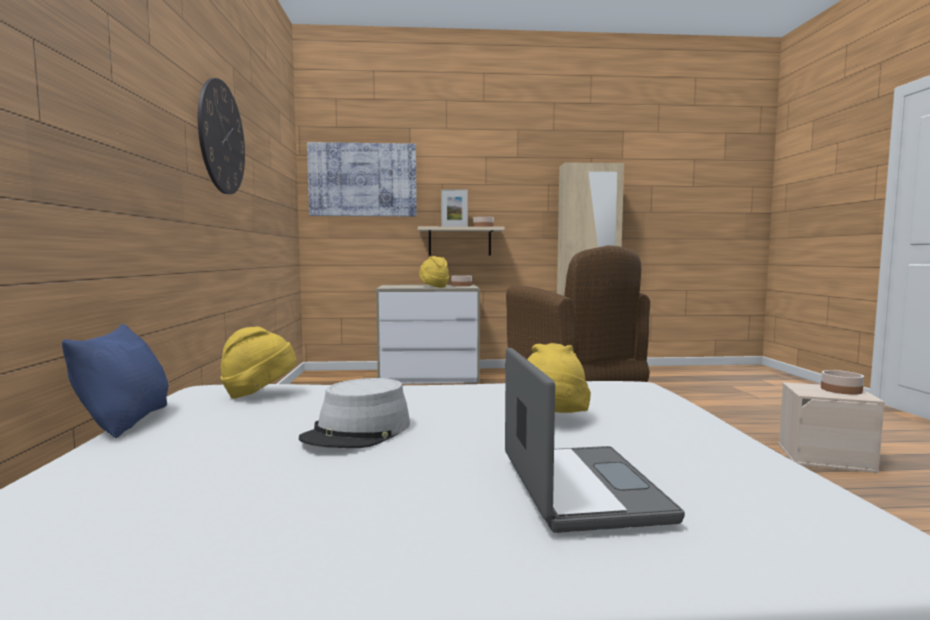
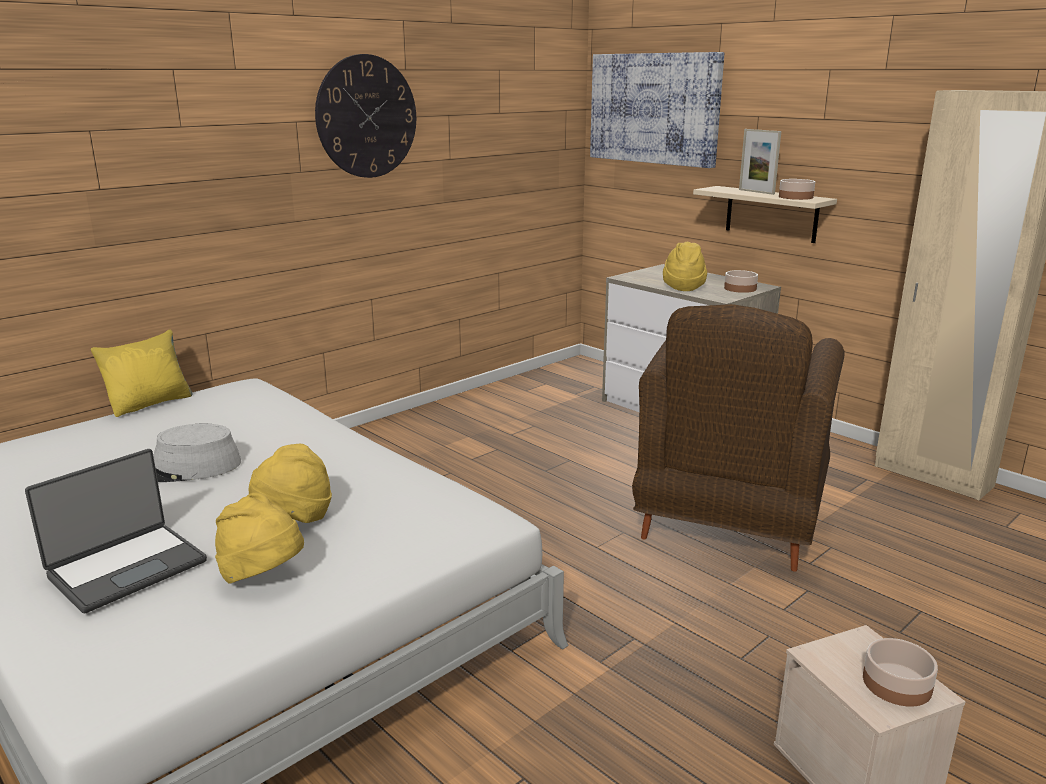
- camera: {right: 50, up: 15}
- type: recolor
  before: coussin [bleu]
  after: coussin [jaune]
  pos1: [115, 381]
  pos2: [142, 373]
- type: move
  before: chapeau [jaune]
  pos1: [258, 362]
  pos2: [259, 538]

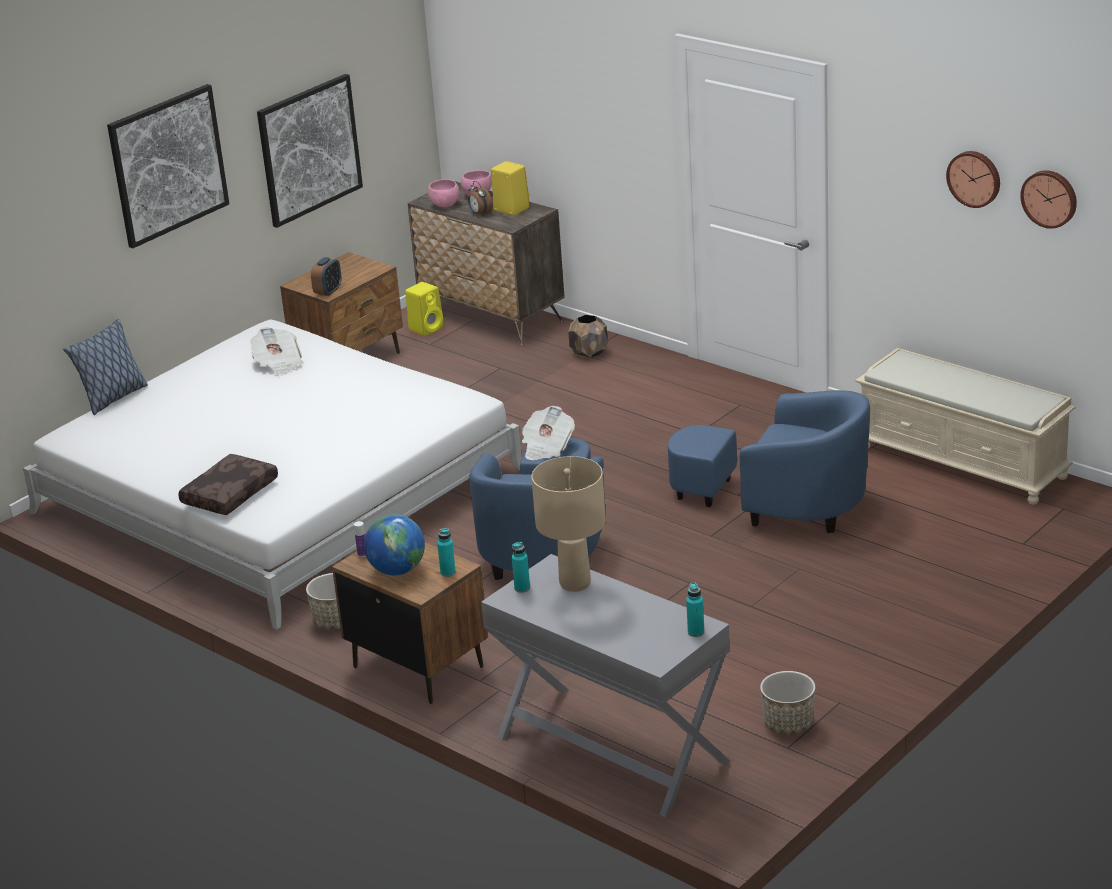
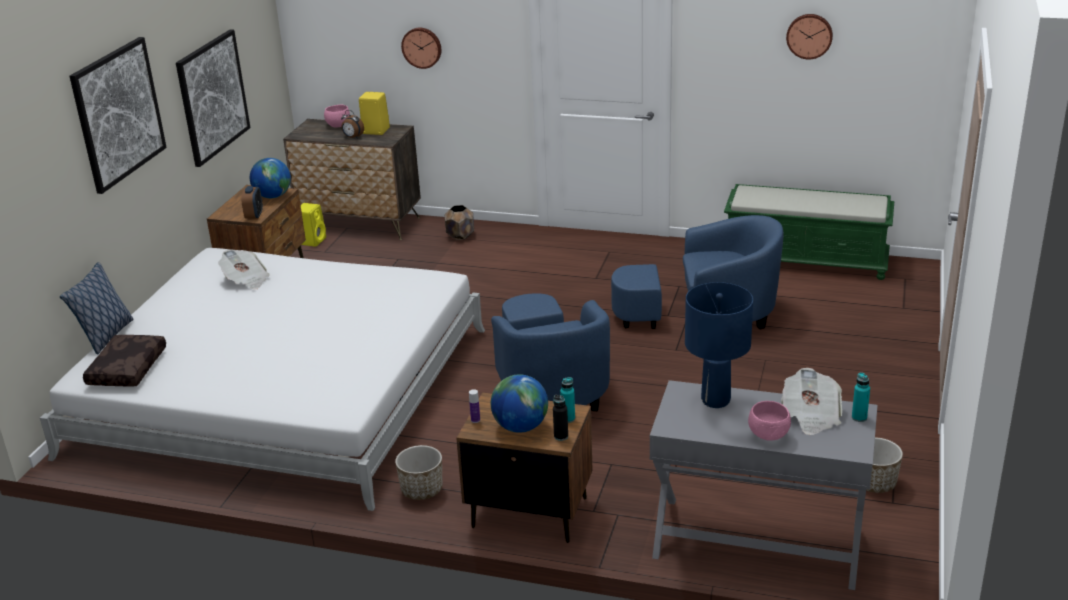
- camera: {right: -25, up: 0}
- type: move
  before: coussin [marron]
  pos1: [228, 484]
  pos2: [124, 361]
- type: move
  before: bol [rose]
  pos1: [443, 193]
  pos2: [769, 421]
- type: delete
  before: bouteille [turquoise]
  pos1: [521, 567]
- type: move
  before: journal
  pos1: [548, 433]
  pos2: [811, 401]
- type: recolor
  before: lampe de table [beige]
  after: lampe de table [bleu]
  pos1: [568, 524]
  pos2: [719, 345]
- type: recolor
  before: banc [beige]
  after: banc [vert]
  pos1: [965, 426]
  pos2: [809, 232]
- type: move
  before: horloge murale
  pos1: [1048, 199]
  pos2: [421, 48]
- type: insert
  after: globe
  pos2: [270, 178]
- type: insert
  after: bouteille [noir]
  pos2: [560, 418]

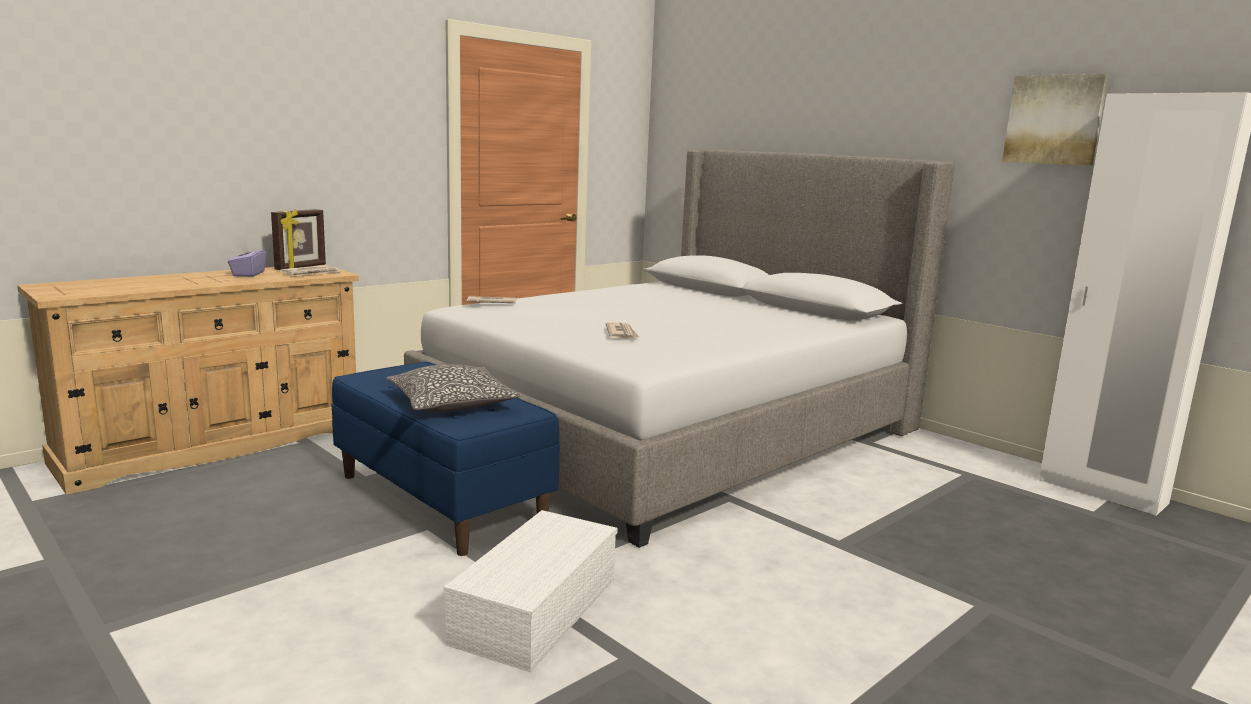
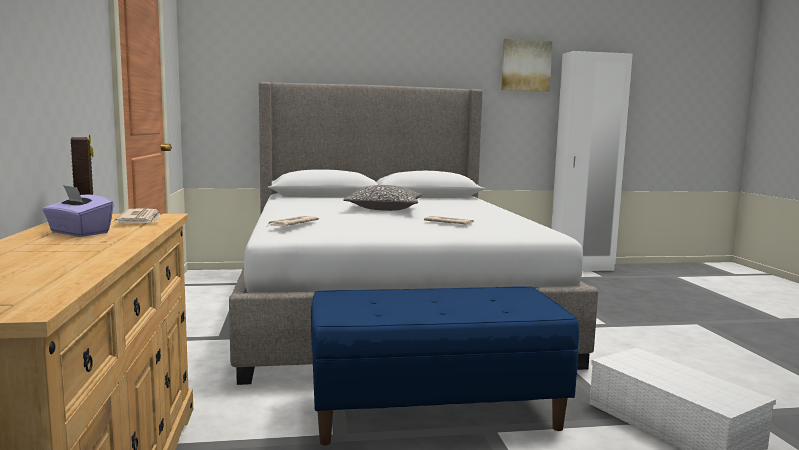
- camera: {right: -55, up: -5}
- type: move
  before: coussin
  pos1: [453, 389]
  pos2: [382, 198]

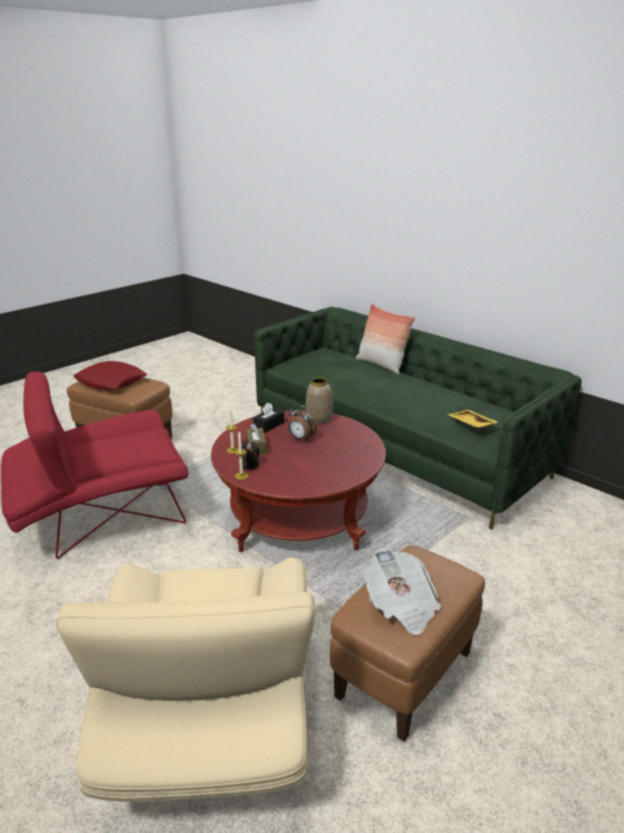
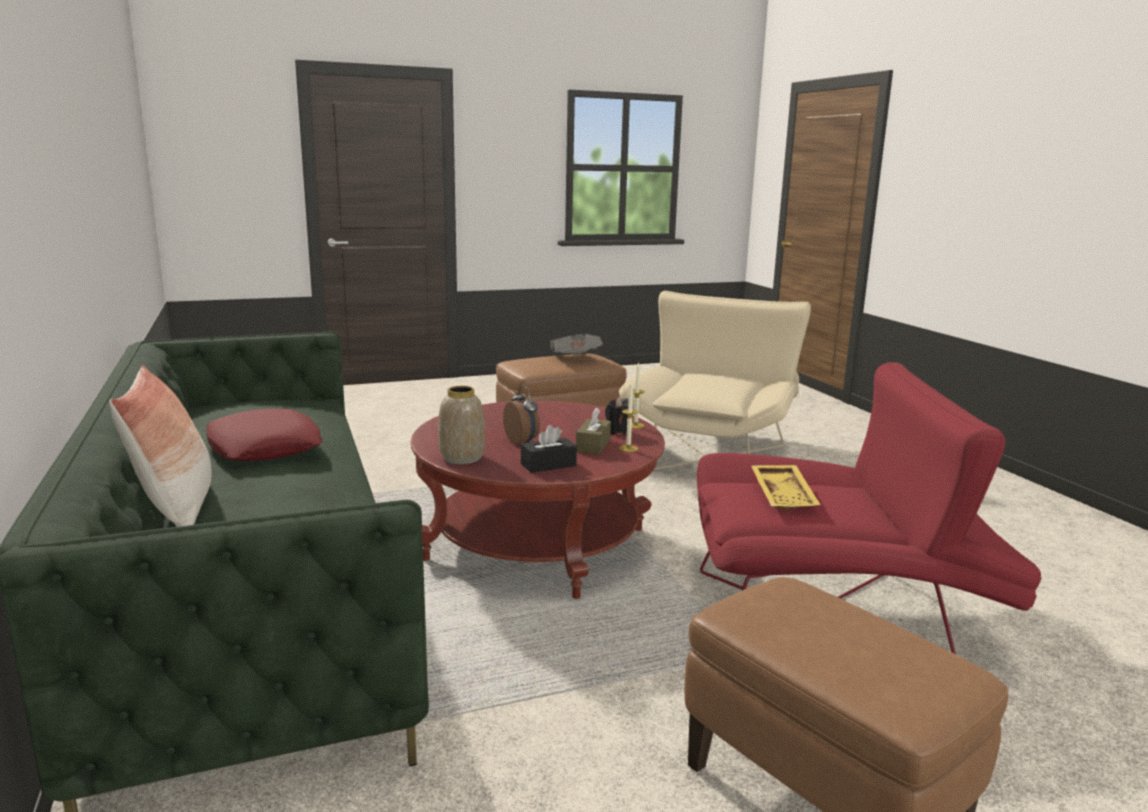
- camera: {right: -155, up: -10}
- type: move
  before: coussin [rouge]
  pos1: [110, 375]
  pos2: [264, 435]
- type: move
  before: plateau [jaune]
  pos1: [473, 419]
  pos2: [786, 488]

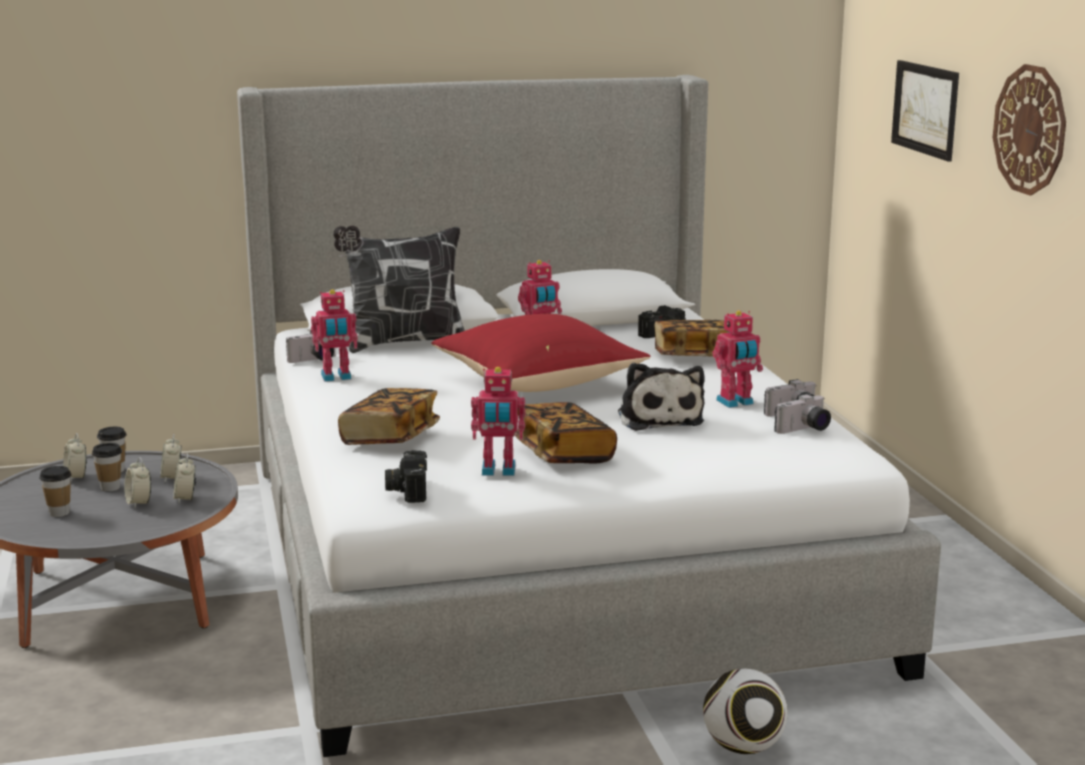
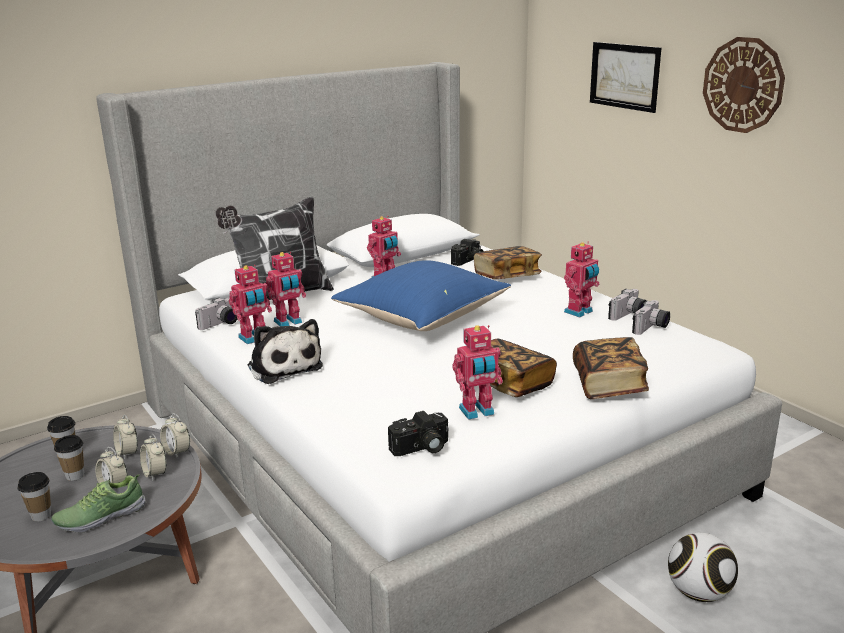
- camera: {right: -20, up: 5}
- type: move
  before: réveil
  pos1: [75, 457]
  pos2: [175, 436]
- type: move
  before: livre
  pos1: [389, 416]
  pos2: [611, 368]
- type: rotate
  before: appareil photo
  pos1: [406, 476]
  pos2: [418, 433]
  turn: -90
- type: recolor
  before: coussin [rouge]
  after: coussin [bleu]
  pos1: [541, 353]
  pos2: [421, 295]
- type: move
  before: peluche
  pos1: [661, 397]
  pos2: [285, 351]
- type: insert
  after: chaussure
  pos2: [98, 503]
- type: insert
  after: robot jouet
  pos2: [286, 289]

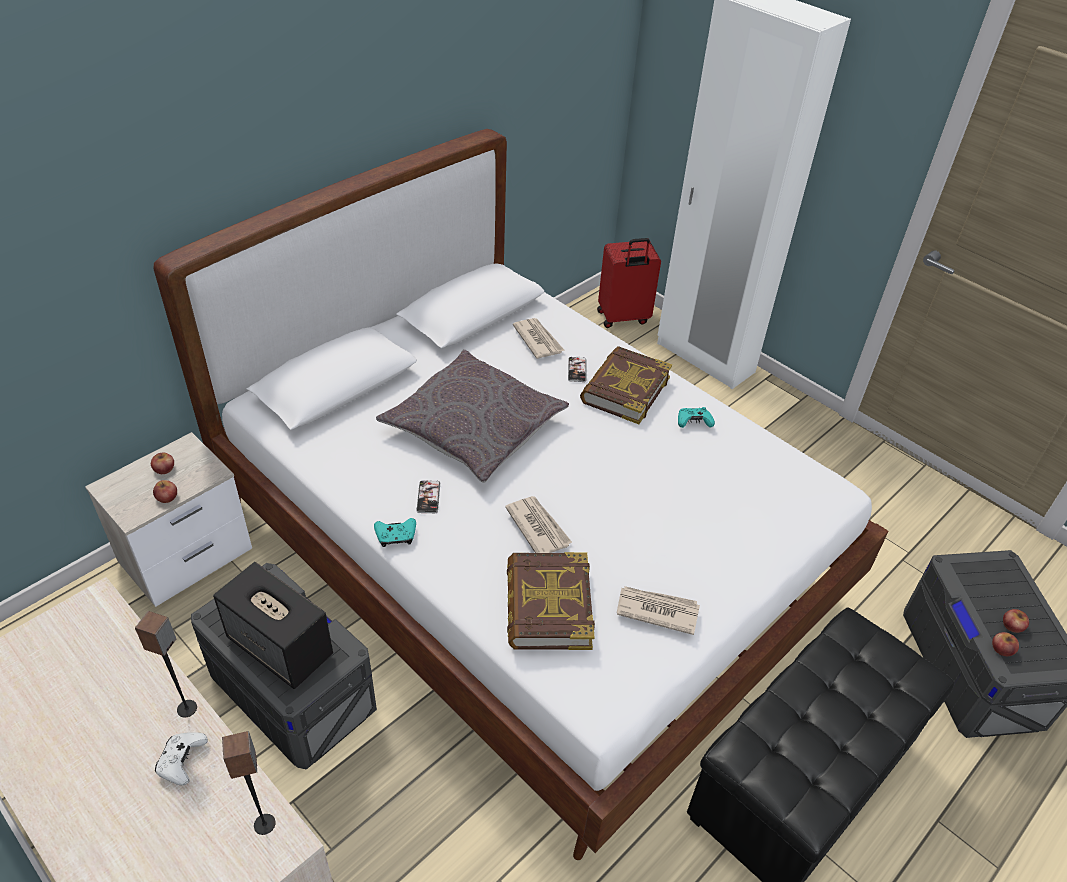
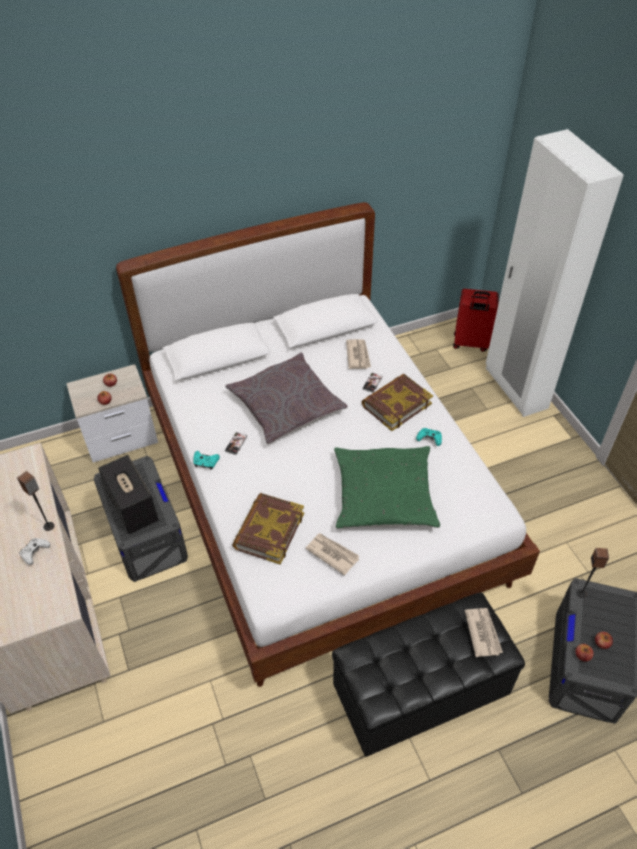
- camera: {right: 25, up: 5}
- type: move
  before: enceinte
  pos1: [249, 783]
  pos2: [592, 573]
- type: move
  before: journal
  pos1: [538, 524]
  pos2: [484, 632]
- type: insert
  after: coussin [vert]
  pos2: [387, 487]

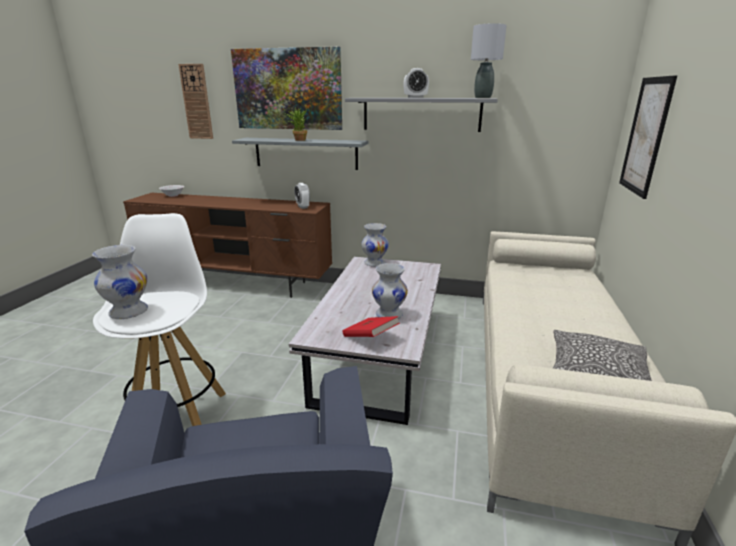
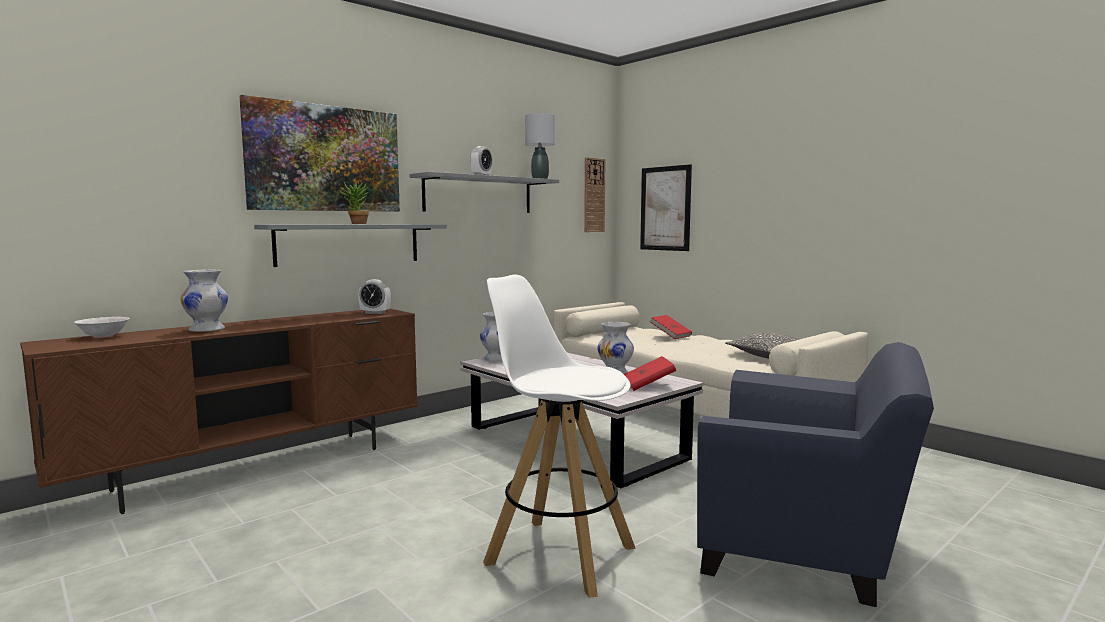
- camera: {right: -55, up: -15}
- type: move
  before: vase [blanc]
  pos1: [120, 282]
  pos2: [204, 300]
- type: move
  before: horloge murale
  pos1: [195, 101]
  pos2: [595, 194]
- type: insert
  after: livre [rouge]
  pos2: [671, 327]

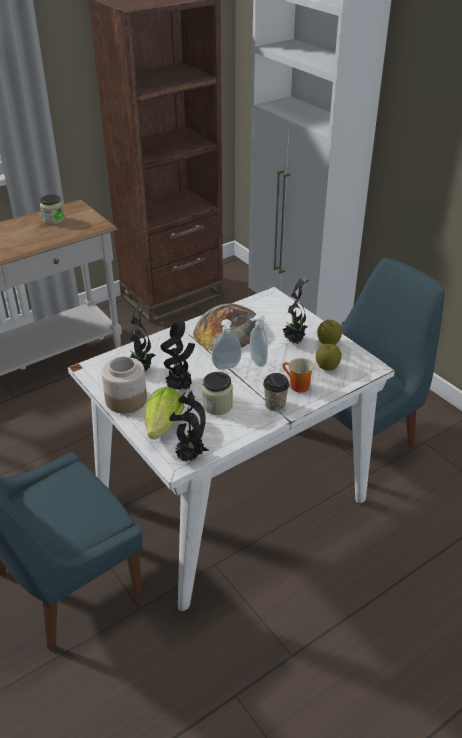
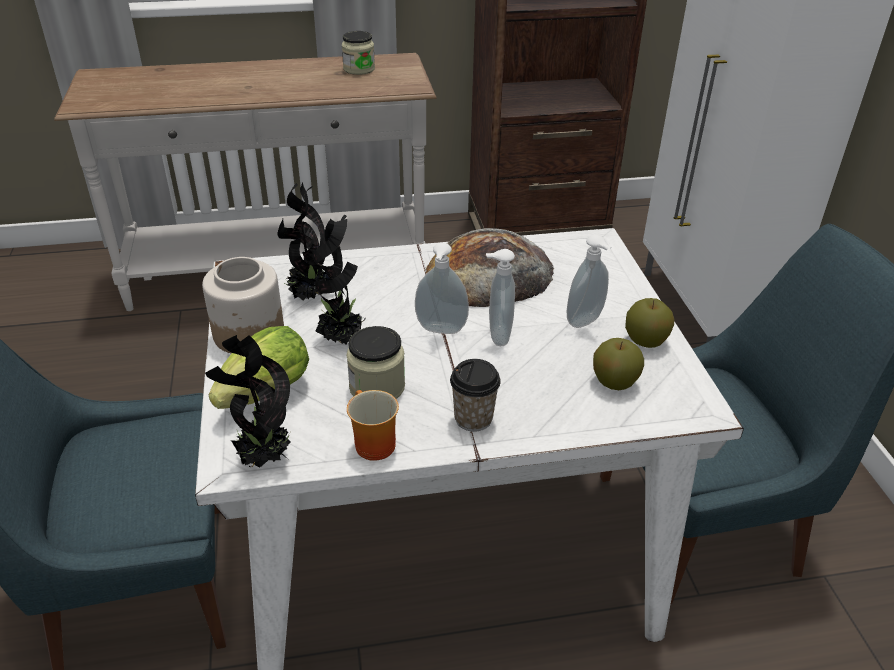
- camera: {right: 25, up: 0}
- type: replace
  before: plante en pot
  after: distributeur de savon
  pos1: [296, 311]
  pos2: [589, 281]
- type: move
  before: mug
  pos1: [298, 375]
  pos2: [373, 425]

